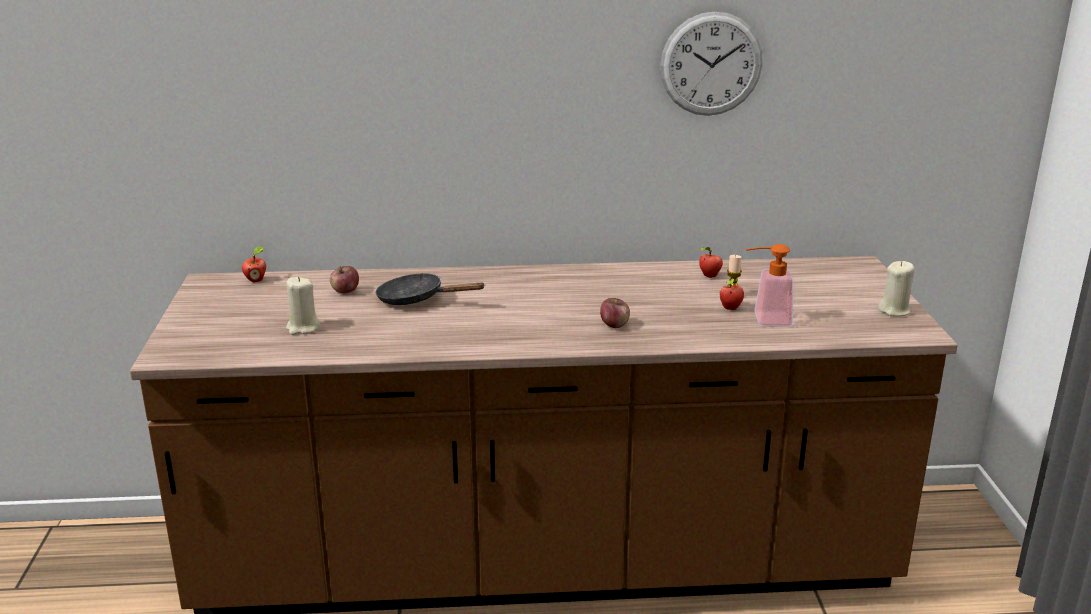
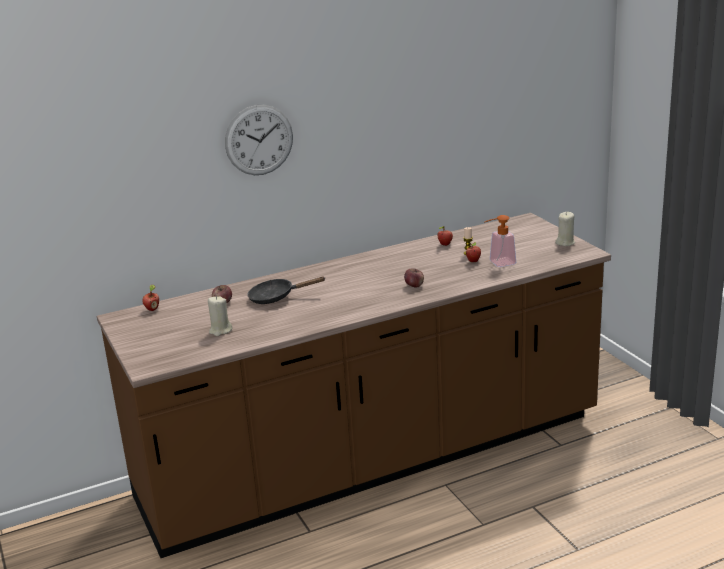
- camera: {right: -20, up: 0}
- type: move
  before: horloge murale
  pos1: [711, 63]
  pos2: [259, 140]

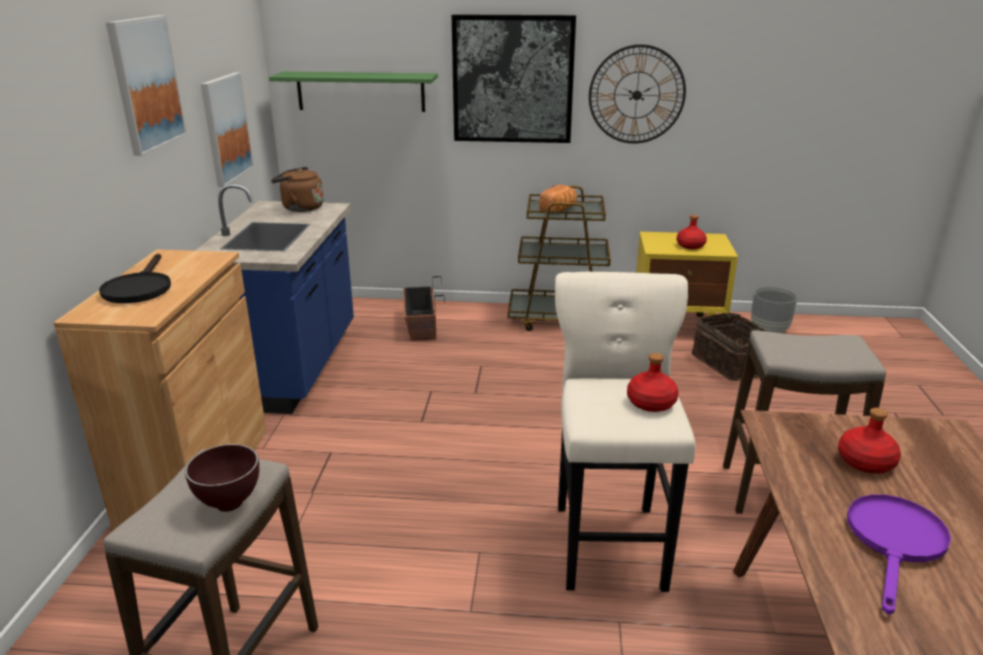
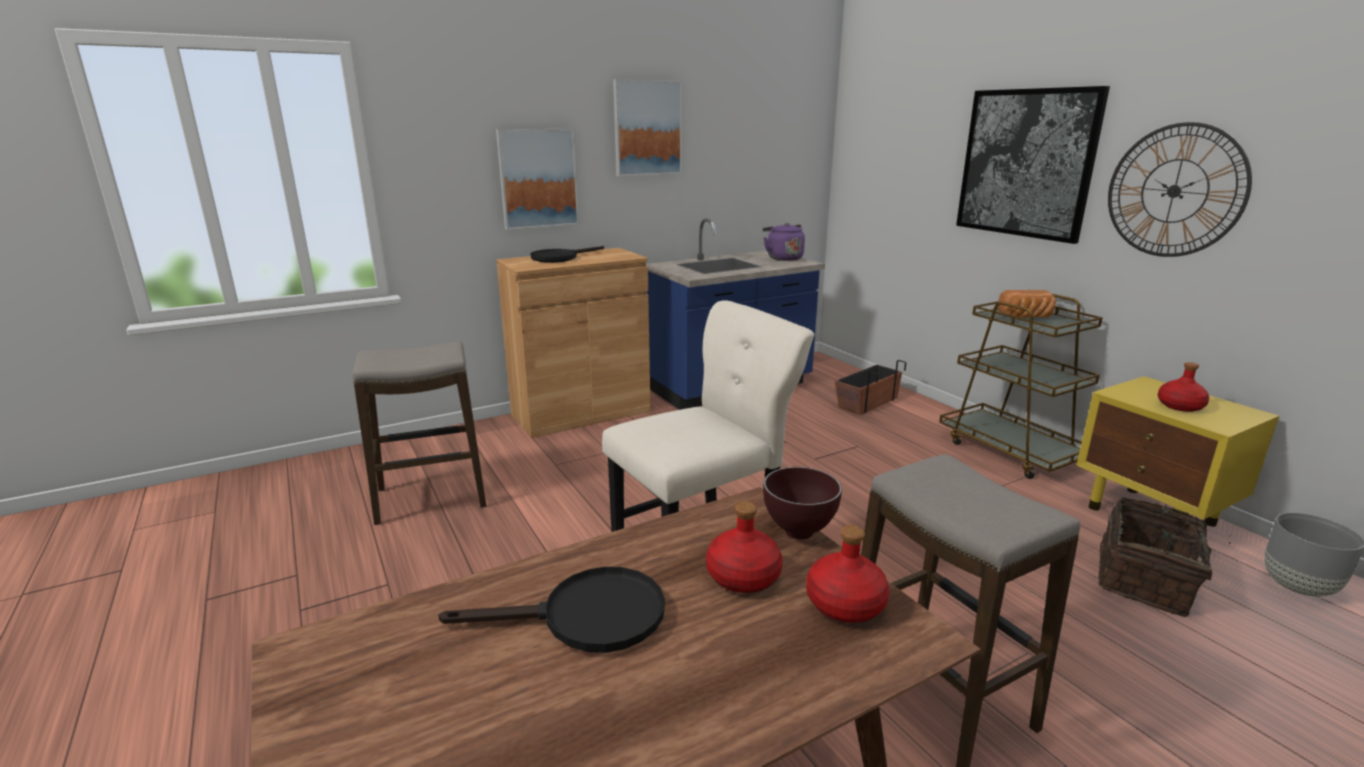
- camera: {right: 55, up: -5}
- type: move
  before: bol [marron]
  pos1: [222, 478]
  pos2: [802, 503]
- type: move
  before: tableau
  pos1: [227, 129]
  pos2: [537, 179]
- type: delete
  before: étagère [vert]
  pos1: [353, 92]
- type: recolor
  before: bouilloire [marron]
  after: bouilloire [violet]
  pos1: [297, 189]
  pos2: [784, 242]
- type: move
  before: bouteille [rouge]
  pos1: [652, 382]
  pos2: [847, 574]
- type: recolor
  before: poêle [violet]
  after: poêle [noir]
  pos1: [899, 554]
  pos2: [551, 610]

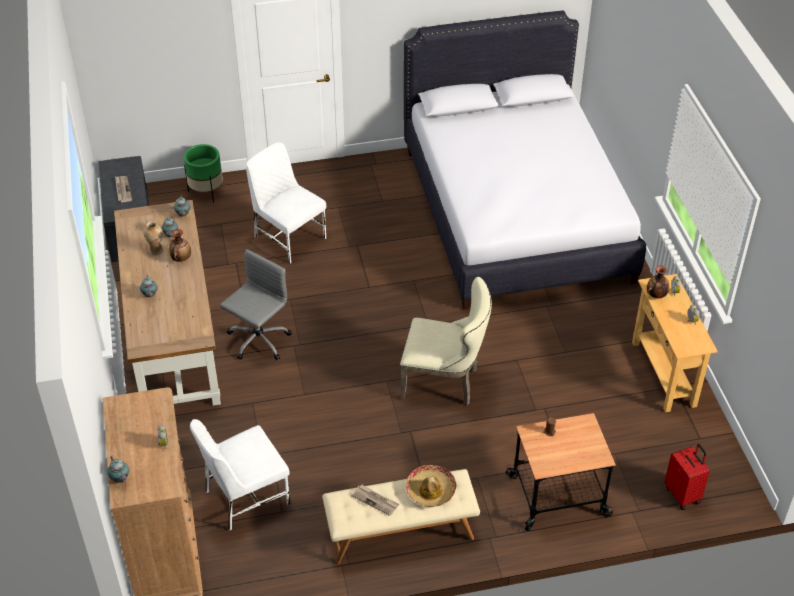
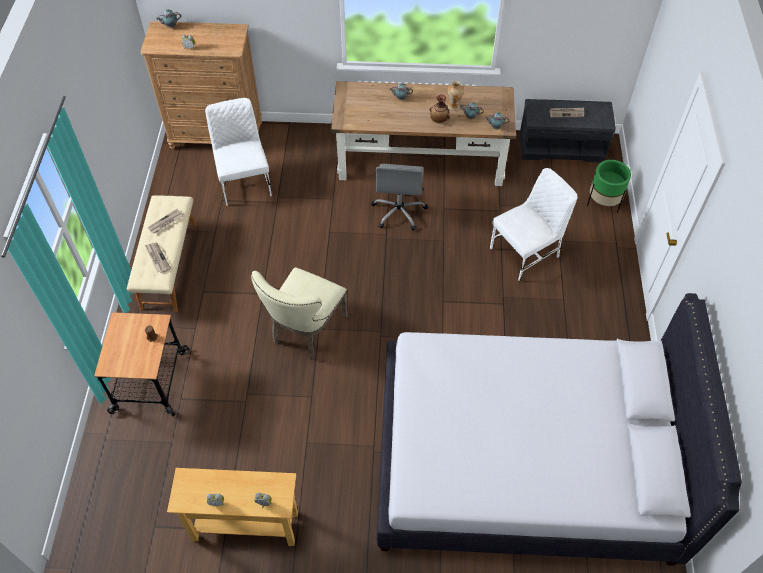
- camera: {right: 105, up: 10}
- type: rotate
  before: chaise de bureau [gris]
  pos1: [256, 304]
  pos2: [399, 197]
  turn: 45
- type: replace
  before: chapeau
  after: journal
  pos1: [431, 486]
  pos2: [158, 258]
- type: delete
  before: vase
  pos1: [658, 282]
- type: delete
  before: valise [rouge]
  pos1: [687, 477]

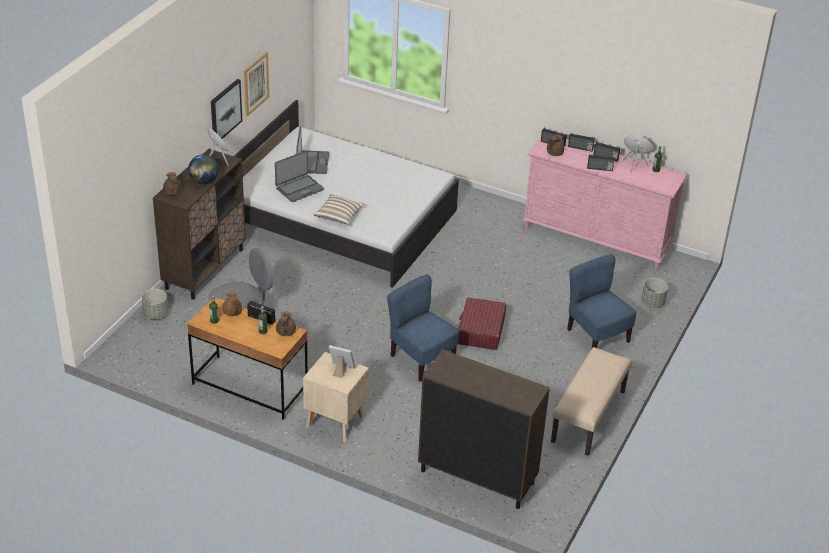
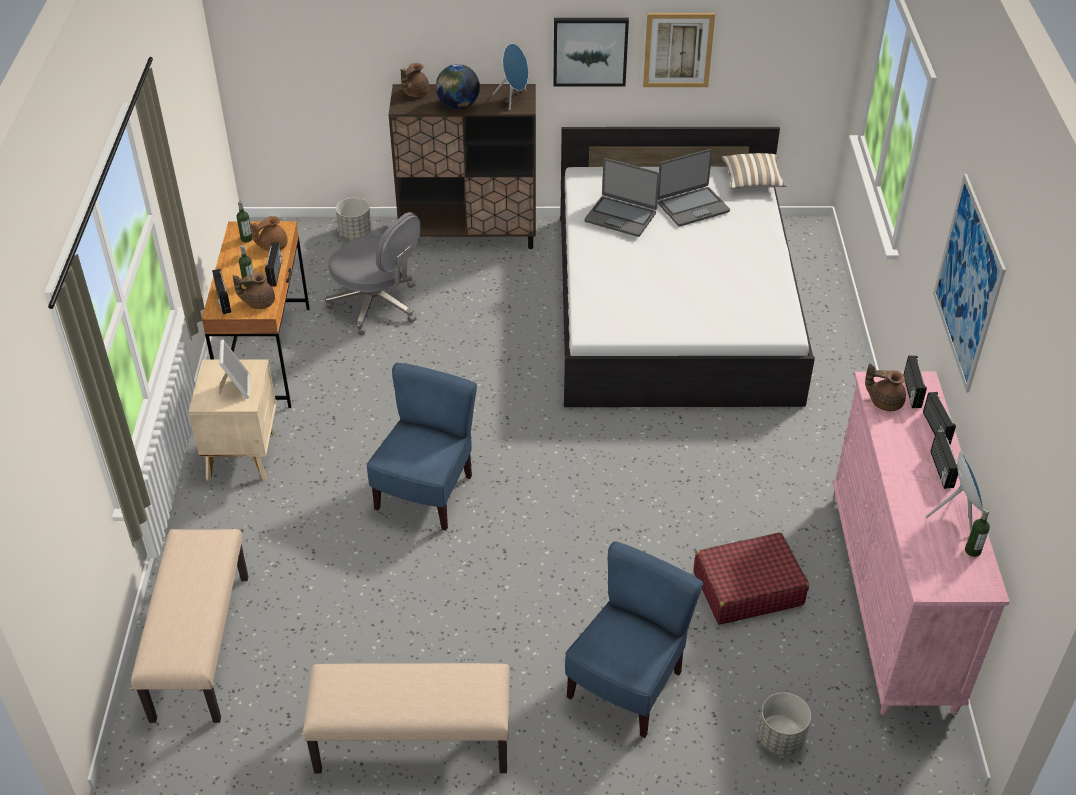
- camera: {right: 65, up: 5}
- type: move
  before: coussin
  pos1: [339, 209]
  pos2: [754, 171]
- type: replace
  before: meuble de rangement [marron]
  after: banc [beige]
  pos1: [484, 429]
  pos2: [189, 626]
- type: move
  before: valise [rouge]
  pos1: [482, 323]
  pos2: [751, 578]
- type: move
  before: radio
  pos1: [600, 162]
  pos2: [221, 291]
- type: insert
  after: tableau
  pos2: [969, 283]

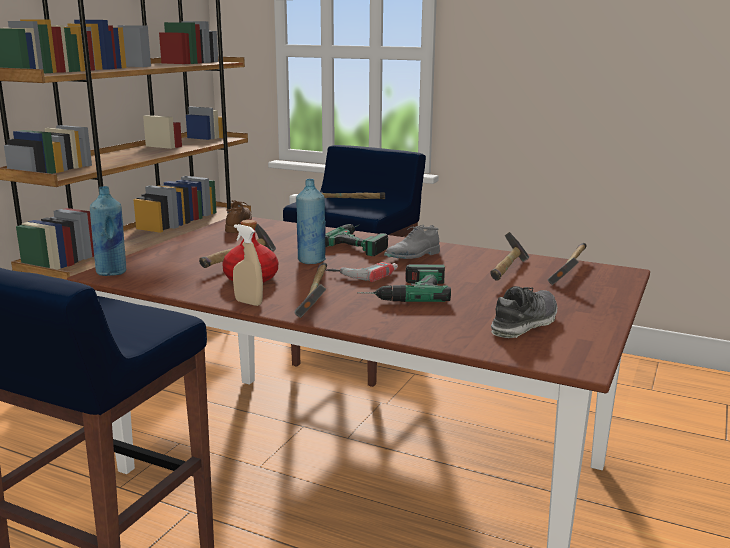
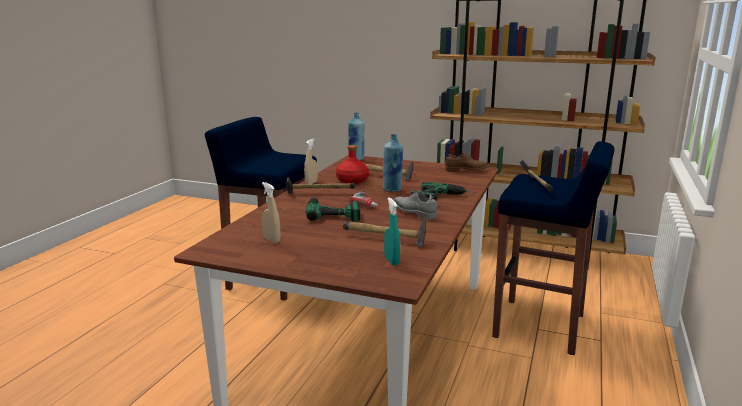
- camera: {right: 85, up: 0}
- type: replace
  before: chaussure
  after: vaporisateur [beige]
  pos1: [524, 312]
  pos2: [271, 212]
- type: replace
  before: marteau
  after: vaporisateur [turquoise]
  pos1: [567, 264]
  pos2: [392, 231]

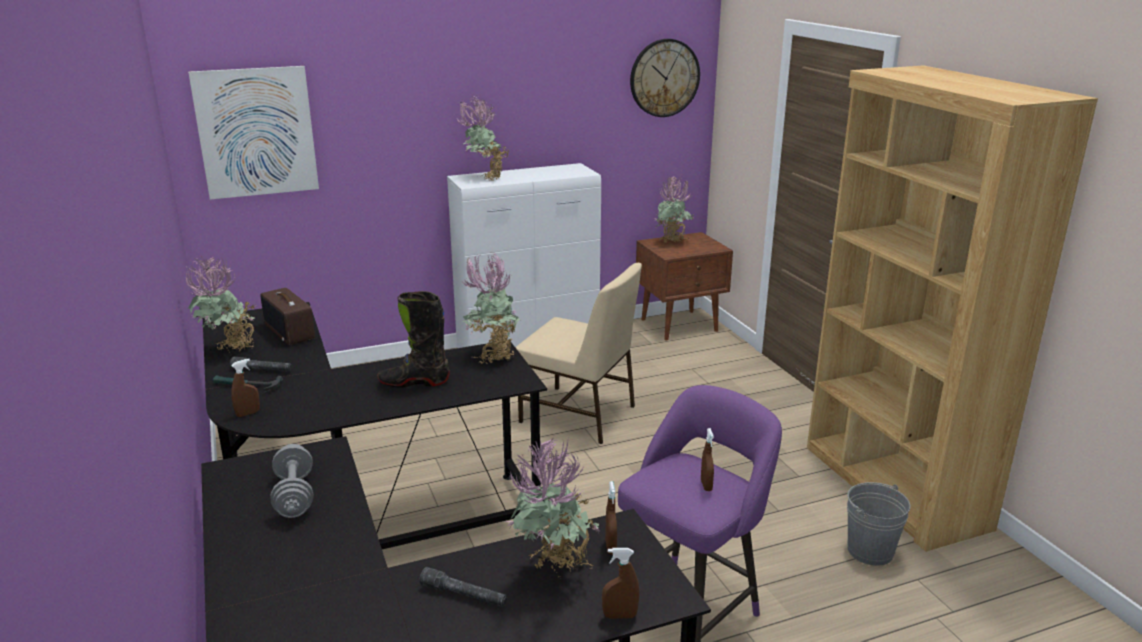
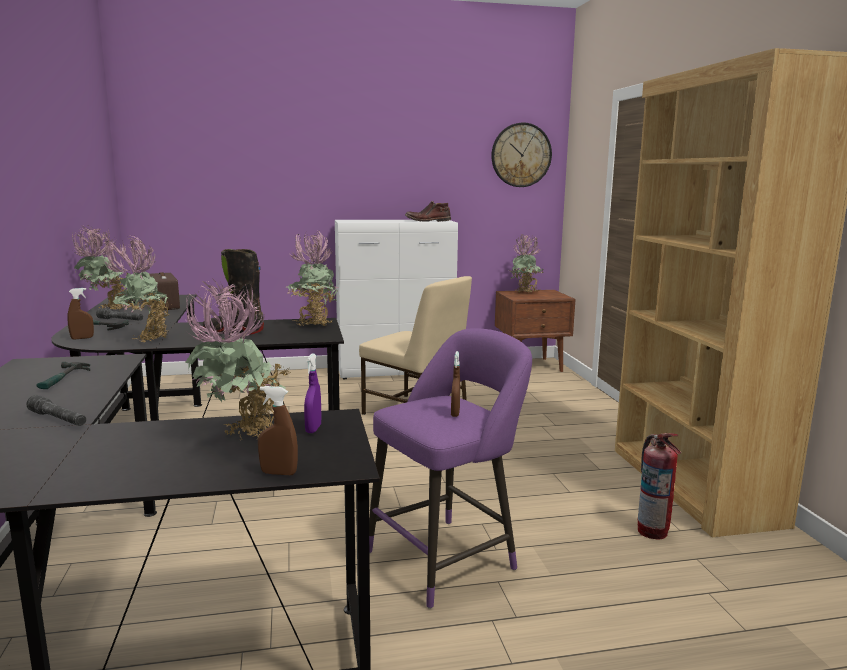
- camera: {right: 10, up: -10}
- type: delete
  before: tableau
  pos1: [253, 133]
- type: replace
  before: haltère [gris]
  after: marteau
  pos1: [292, 481]
  pos2: [63, 375]
- type: move
  before: lampe de poche [gris]
  pos1: [463, 587]
  pos2: [56, 410]
- type: move
  before: plante en pot
  pos1: [483, 138]
  pos2: [136, 289]
- type: recolor
  before: vaporisateur [marron]
  after: vaporisateur [violet]
  pos1: [611, 518]
  pos2: [312, 393]
- type: replace
  before: seau [gris]
  after: extincteur
  pos1: [878, 524]
  pos2: [659, 486]
- type: insert
  after: botte [marron]
  pos2: [428, 211]

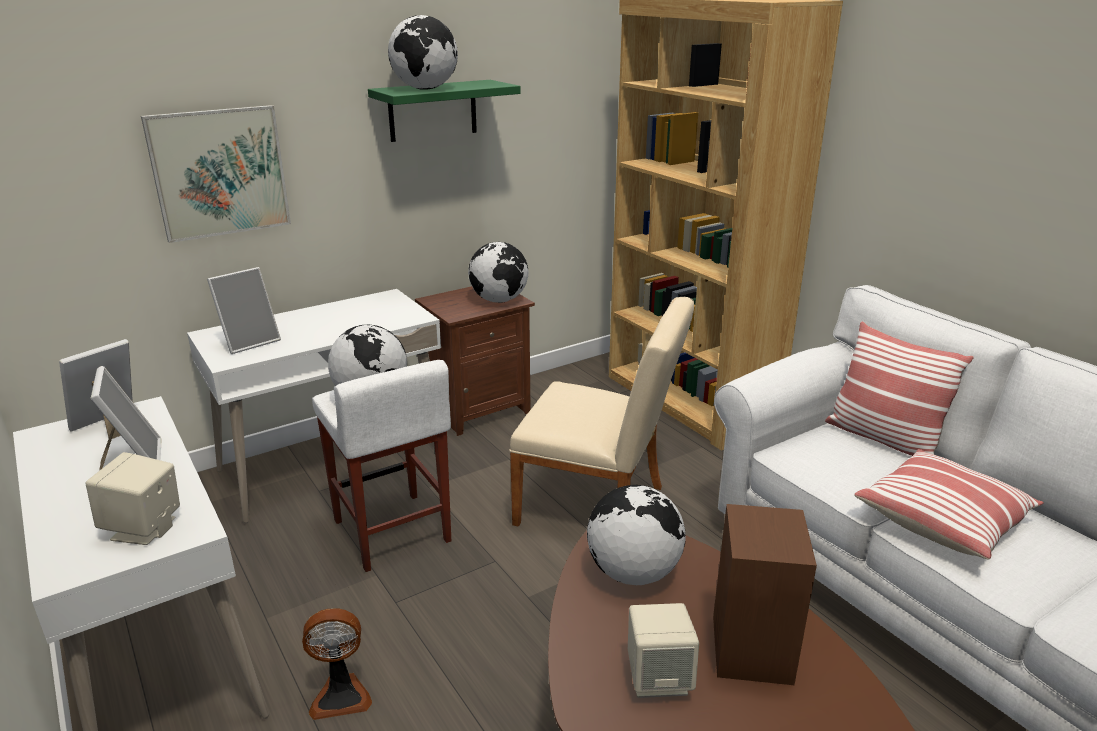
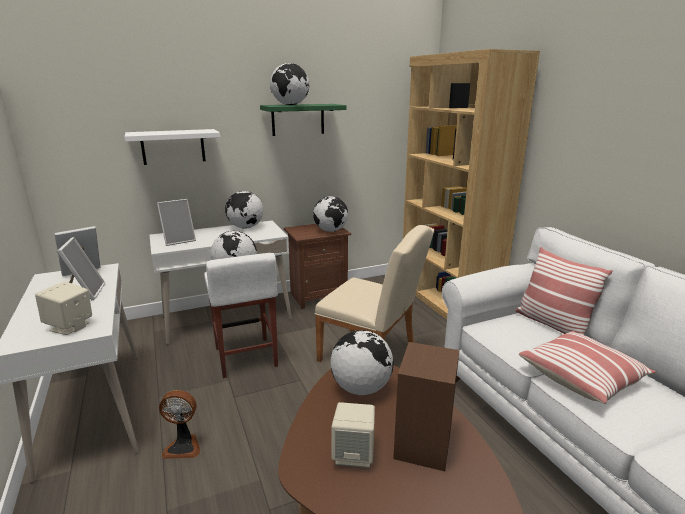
- camera: {right: 10, up: -5}
- type: replace
  before: tableau
  after: étagère [blanc]
  pos1: [216, 174]
  pos2: [172, 147]
- type: insert
  after: globe
  pos2: [244, 210]

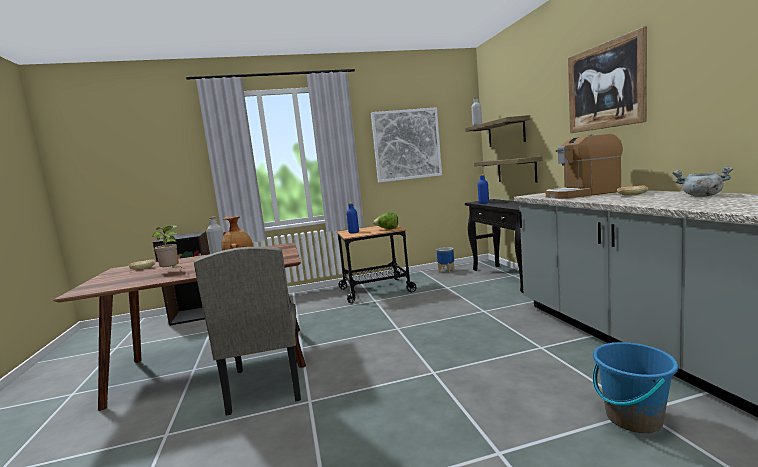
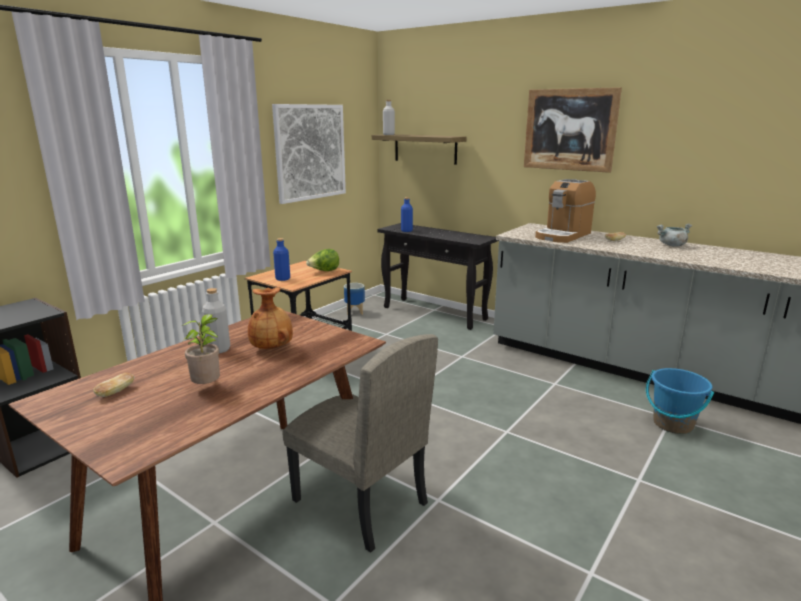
- camera: {right: -40, up: 10}
- type: delete
  before: étagère
  pos1: [508, 169]

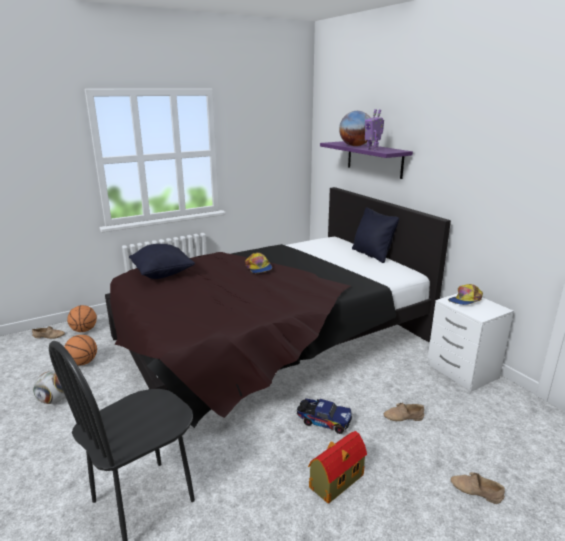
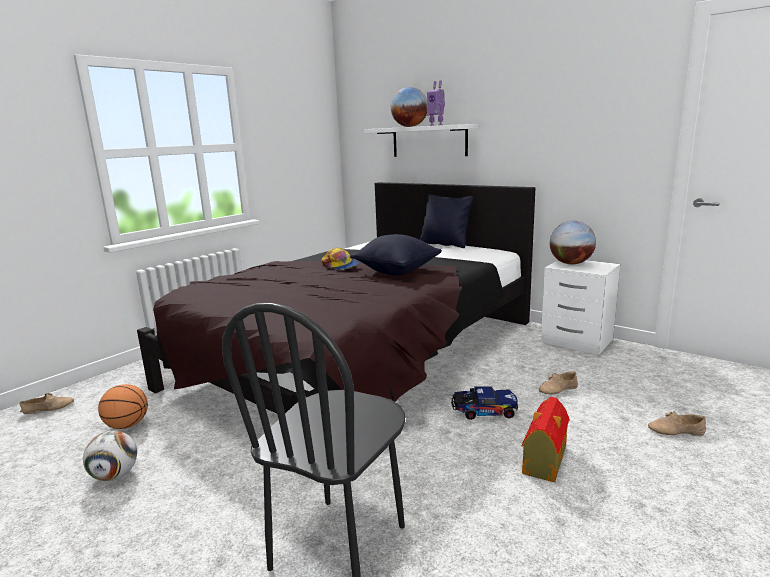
- camera: {right: -20, up: -5}
- type: delete
  before: ballon de basket
  pos1: [82, 318]
- type: move
  before: coussin [noir]
  pos1: [162, 261]
  pos2: [396, 254]
- type: recolor
  before: étagère [violet]
  after: étagère [blanc]
  pos1: [366, 160]
  pos2: [421, 140]
- type: replace
  before: casquette
  after: globe
  pos1: [465, 294]
  pos2: [573, 242]

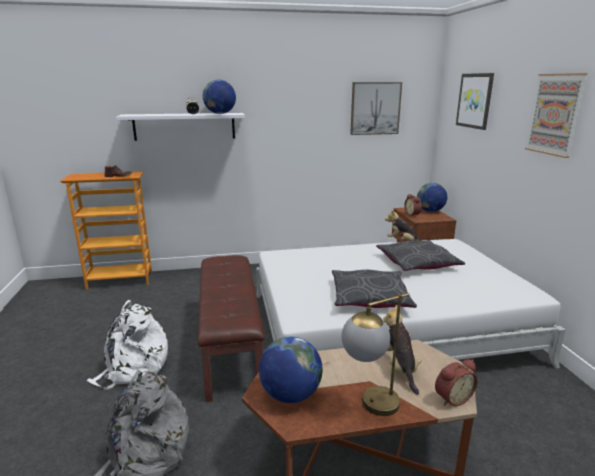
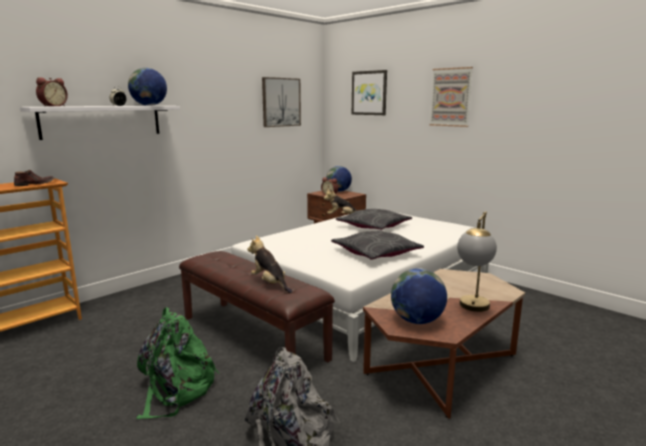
- camera: {right: -35, up: -5}
- type: recolor
  before: sac à dos [blanc]
  after: sac à dos [vert]
  pos1: [127, 345]
  pos2: [177, 363]
- type: move
  before: peluche
  pos1: [402, 350]
  pos2: [269, 264]
- type: move
  before: réveil
  pos1: [456, 383]
  pos2: [52, 91]

